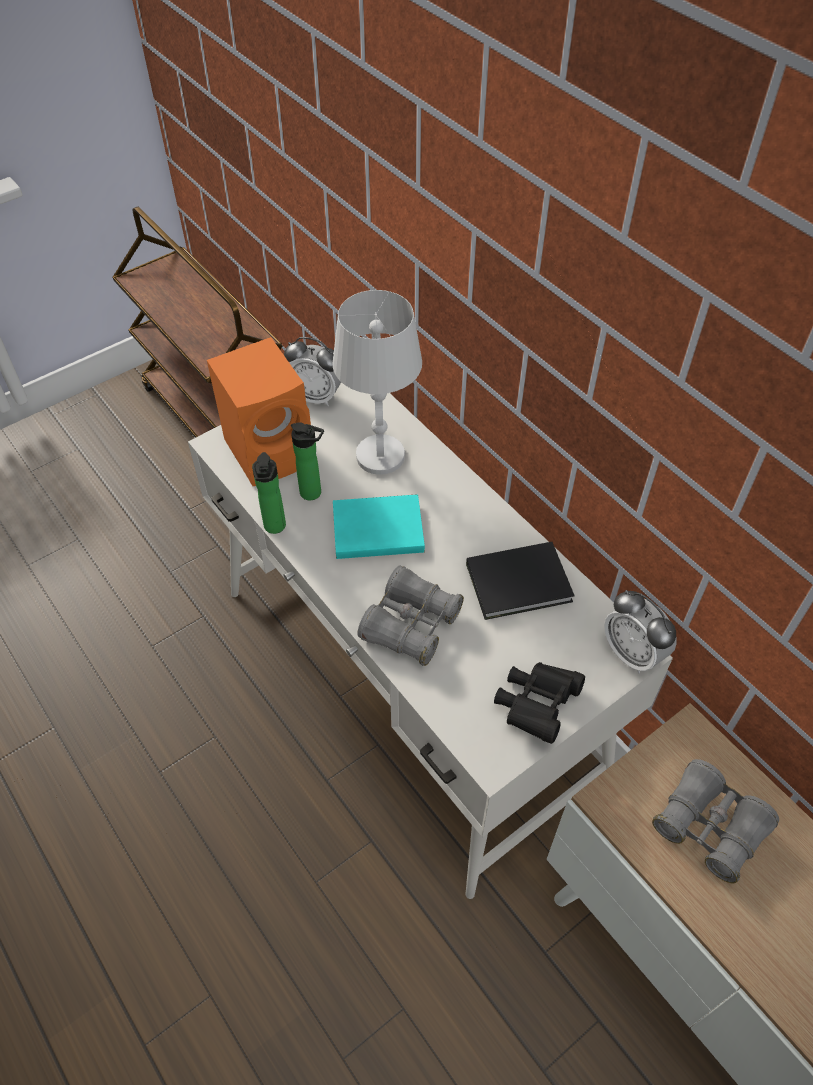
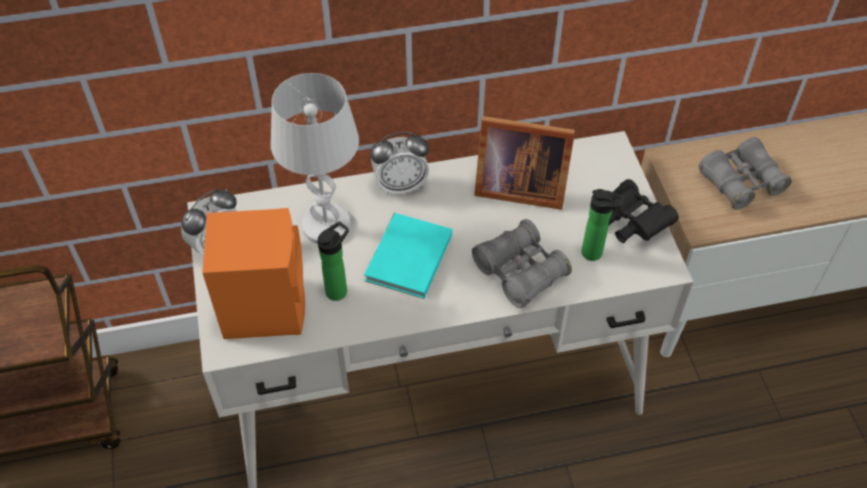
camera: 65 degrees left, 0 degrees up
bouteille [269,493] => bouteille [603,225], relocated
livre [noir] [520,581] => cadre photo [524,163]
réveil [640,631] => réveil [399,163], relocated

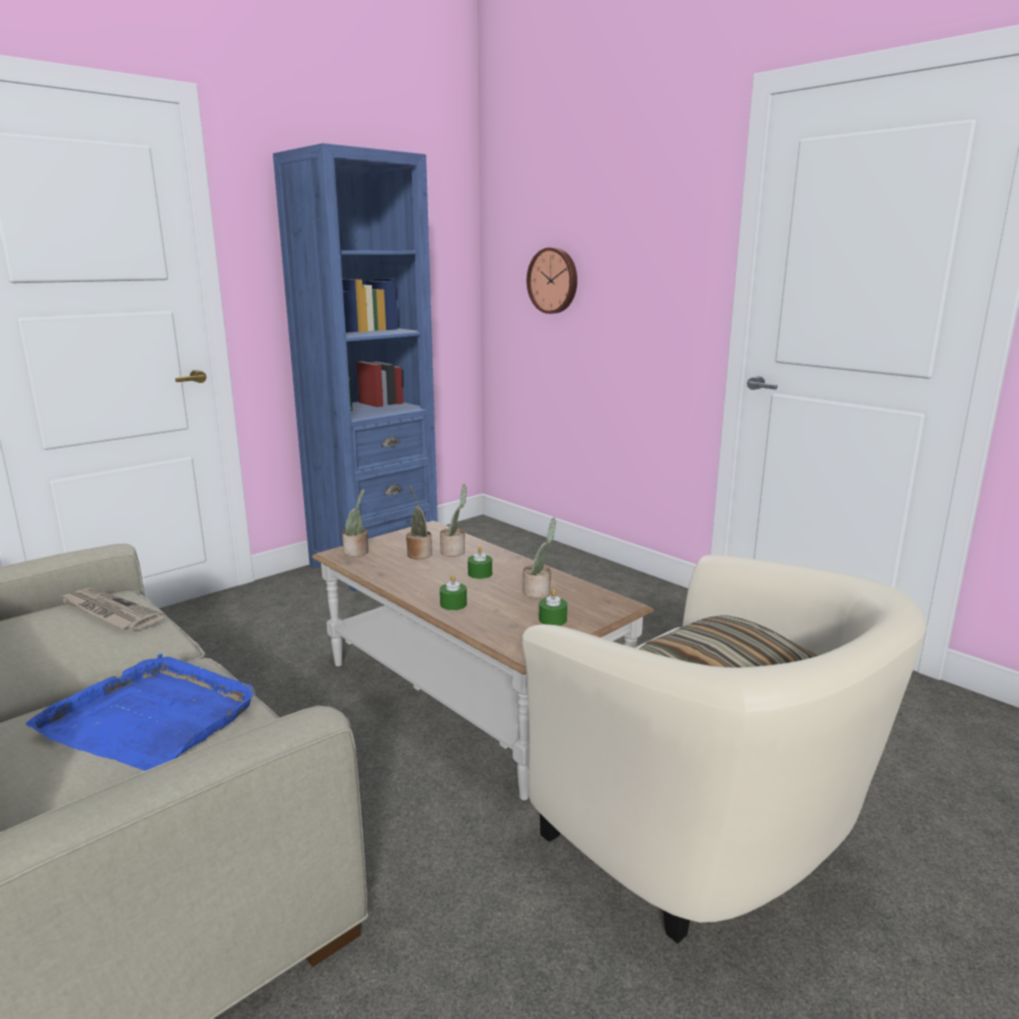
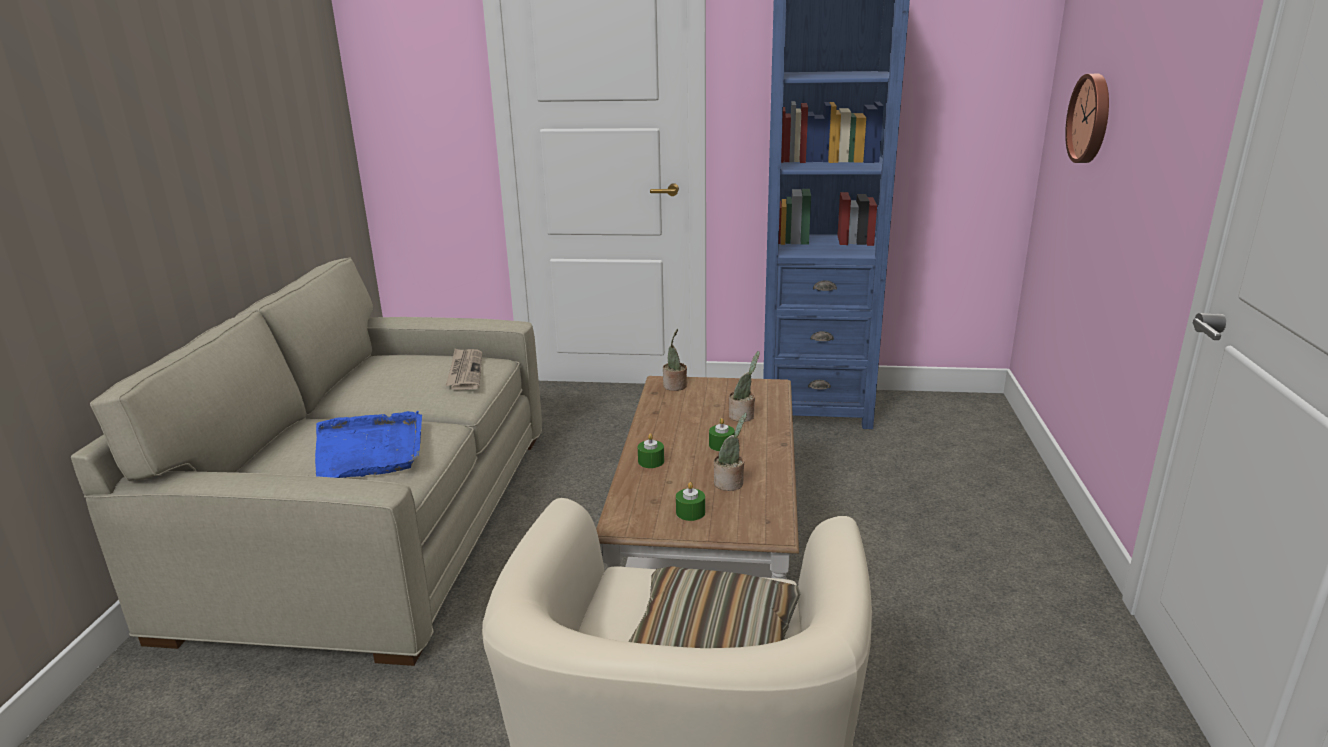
camera: 50 degrees right, 5 degrees up
plante en pot [419,522] => nothing

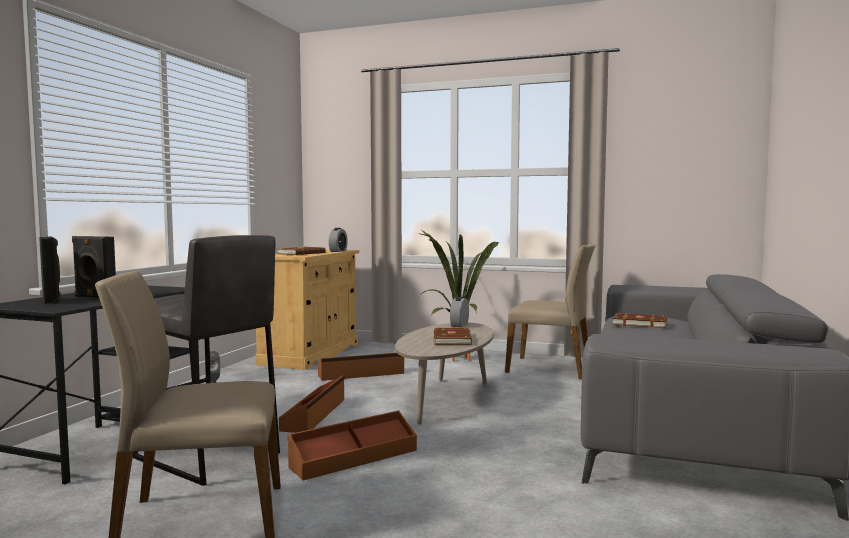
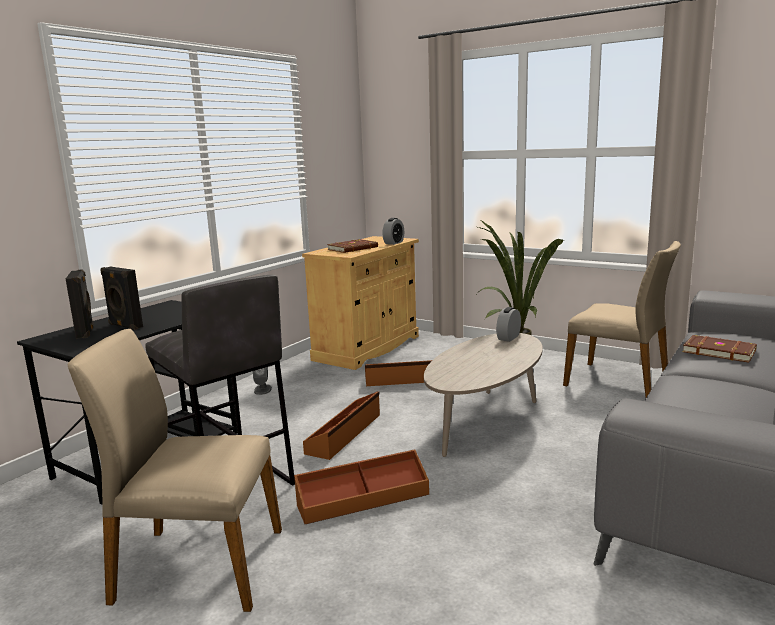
camera: 15 degrees right, 10 degrees up
livre [marron] [453,336] => nothing

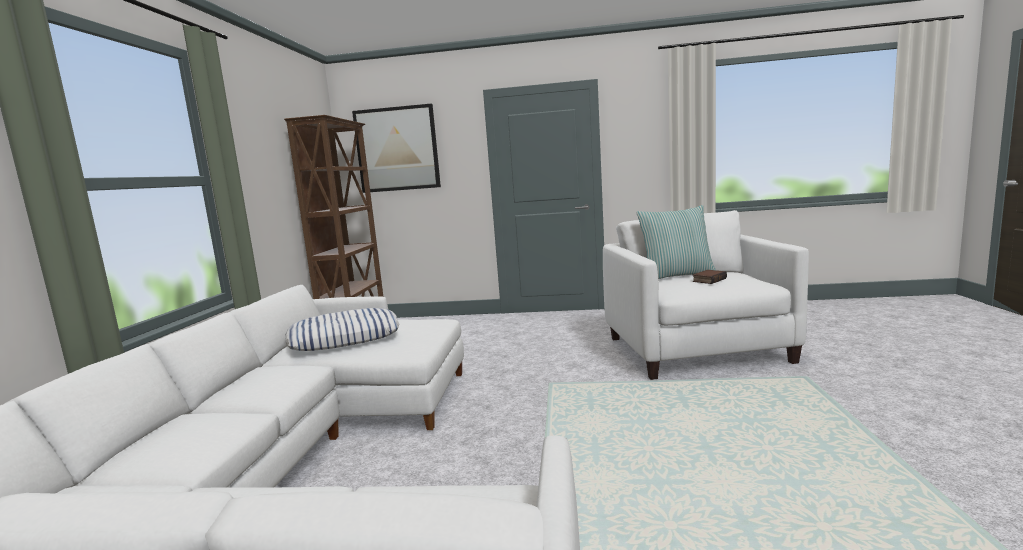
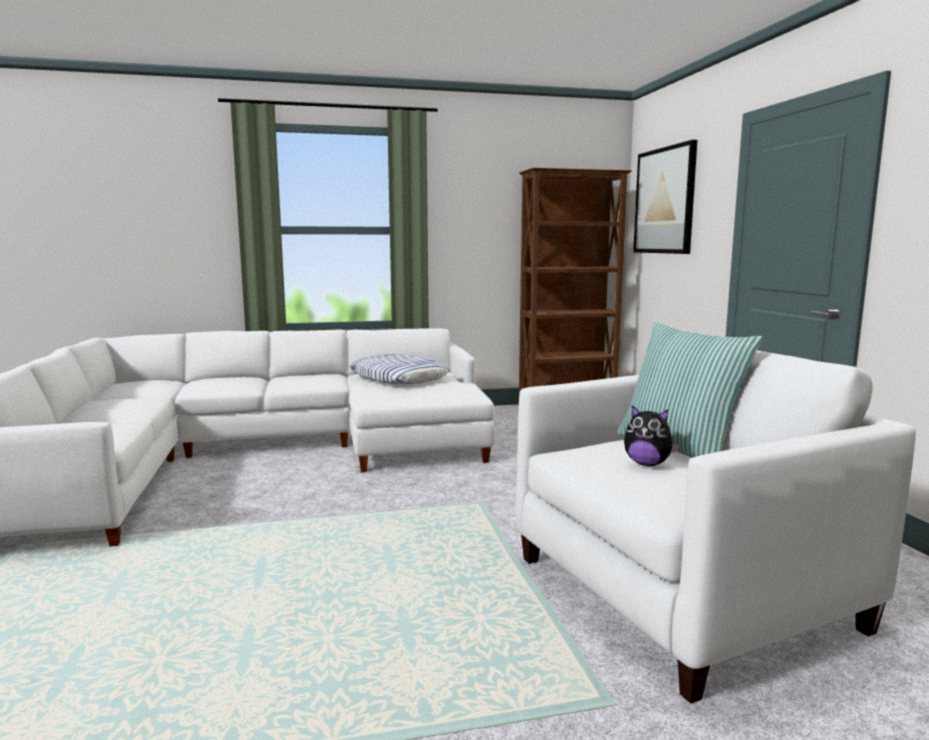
camera: 70 degrees right, 0 degrees up
livre [710,277] => peluche [651,435]

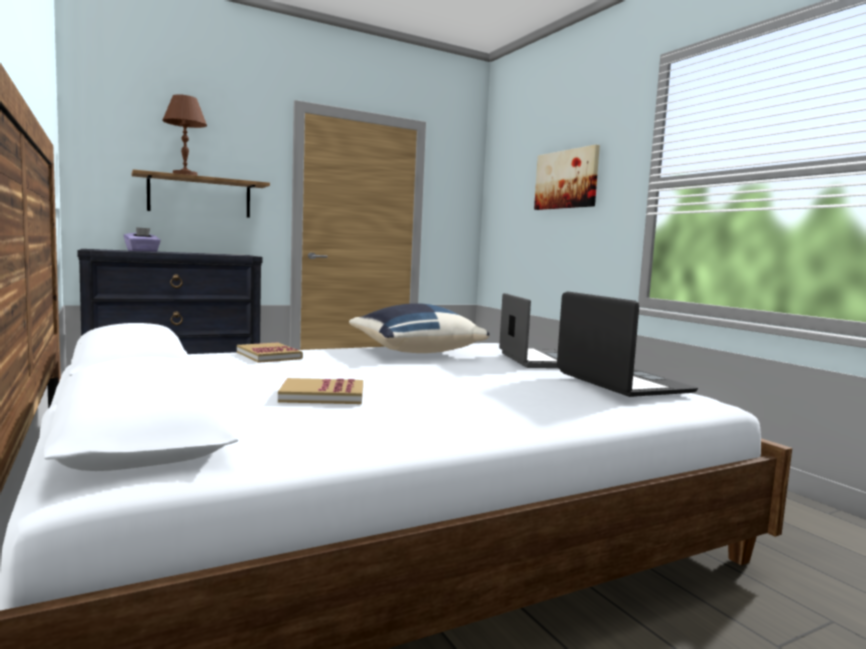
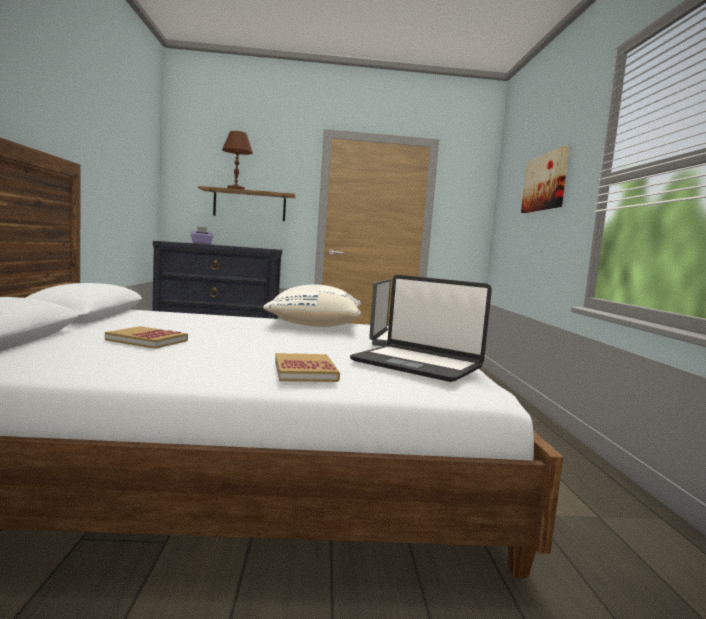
camera: 25 degrees right, 0 degrees up
livre [270,353] => livre [307,367], relocated
coussin [bleu] [419,328] => coussin [blanc] [312,306]
ordinateur portable [627,344] => ordinateur portable [421,328], 120 degrees clockwise

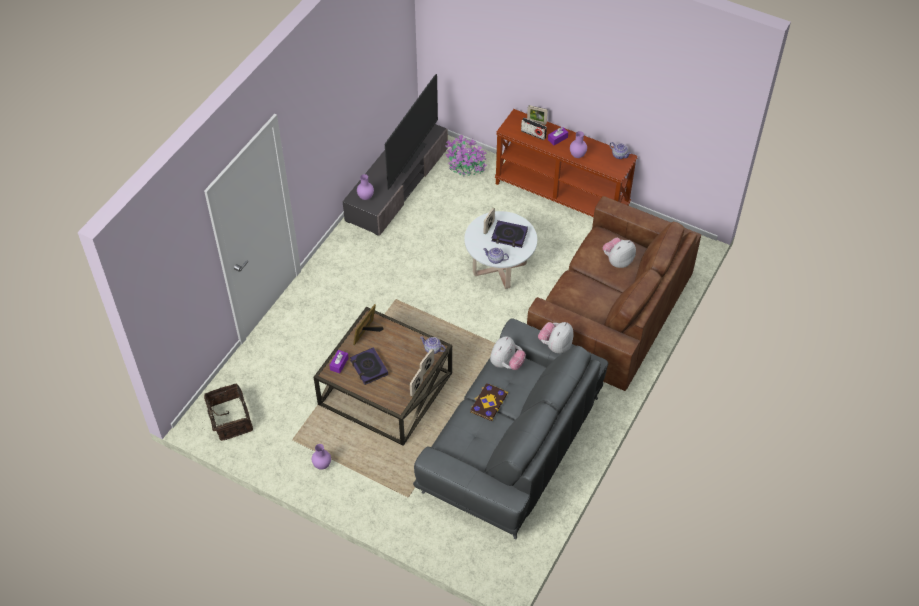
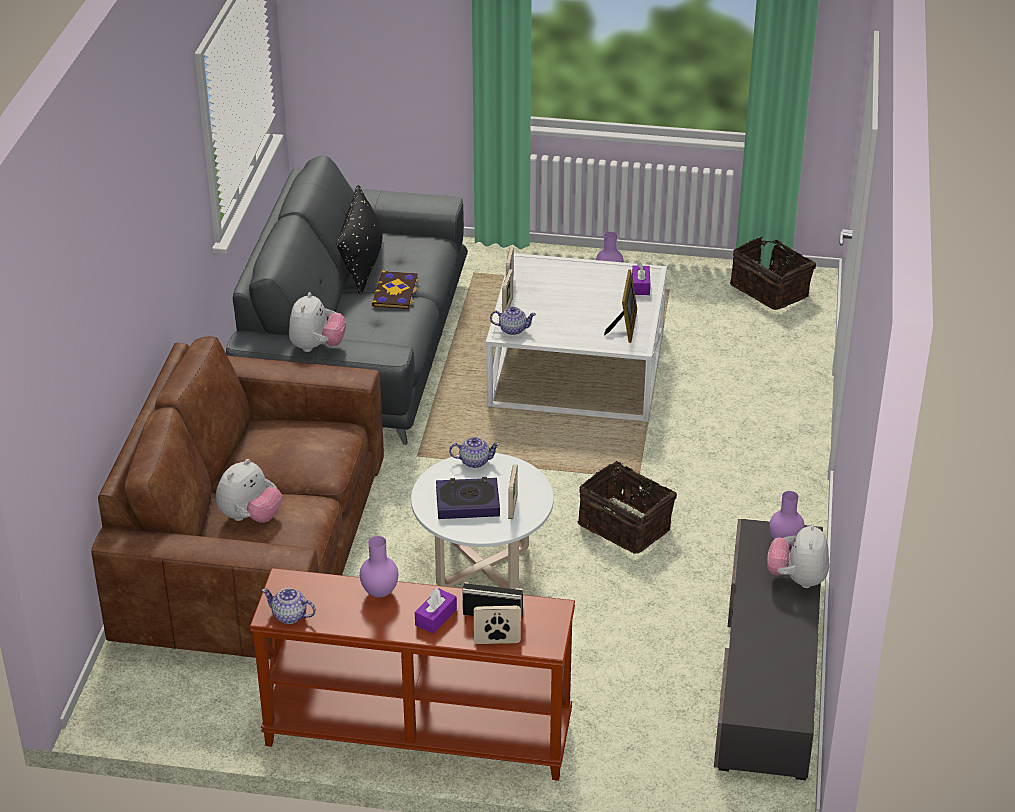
camera: 160 degrees right, 15 degrees down
table basse [marron] [383,376] => table basse [blanc] [576,337]
livre [369,366] => nothing
téléviseur [411,132] => nothing
plante en pot [465,155] => nothing
peluche [508,353] => peluche [798,556], relocated
nothing => coussin [noir] [360,239]
nothing => panier [627,507]

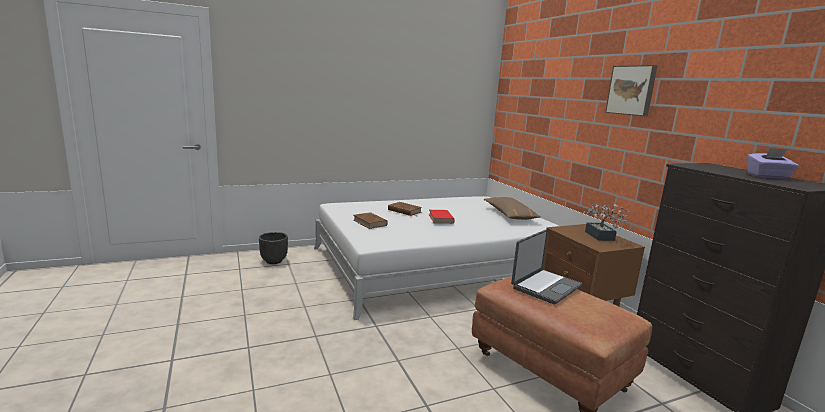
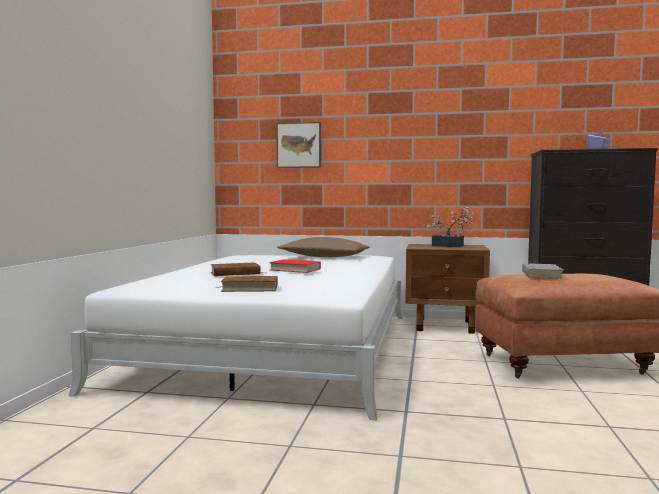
camera: 55 degrees left, 10 degrees down
cache-pot [noir] [273,248] => nothing
ordinateur portable [546,267] => livre [gris] [543,271]
tableau [631,90] => tableau [299,145], relocated

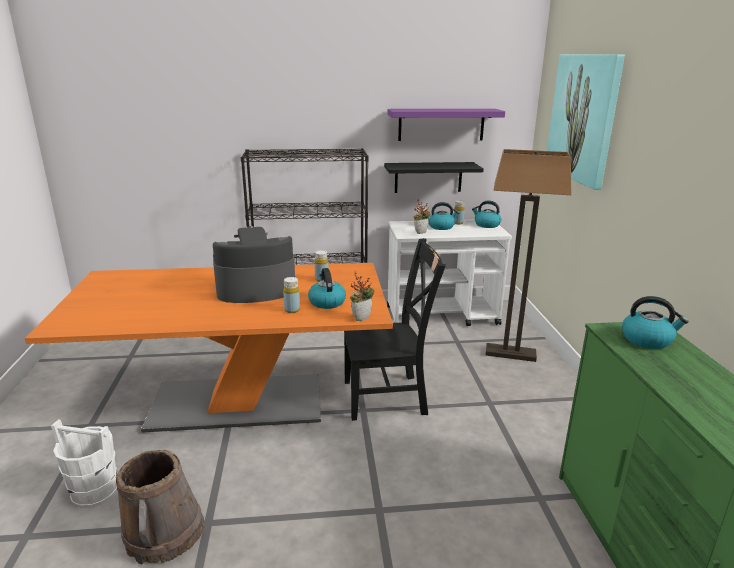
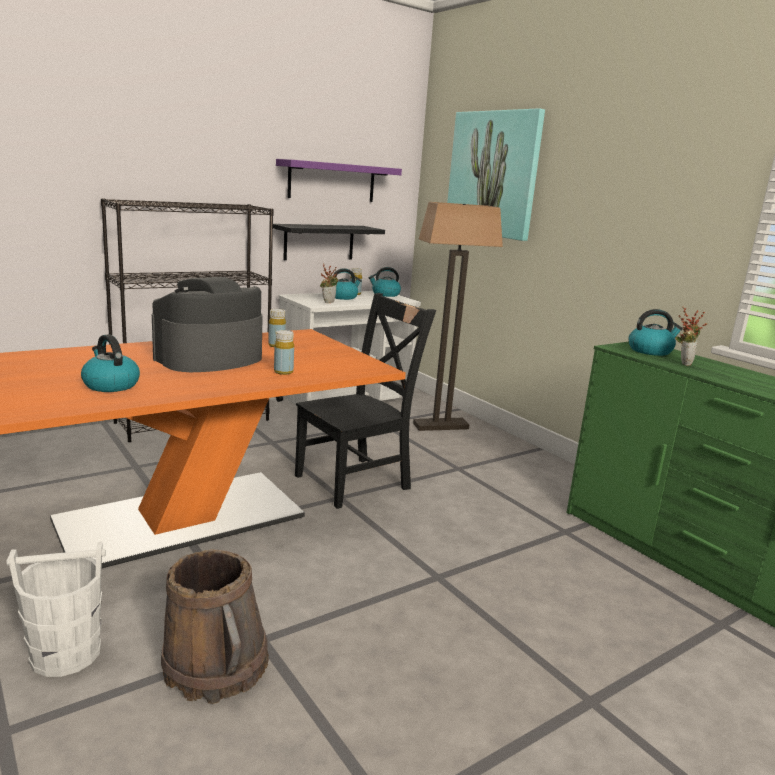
camera: 30 degrees left, 5 degrees down
bouilloire [327,288] => bouilloire [110,363], relocated
plante en pot [362,296] => plante en pot [691,336], relocated

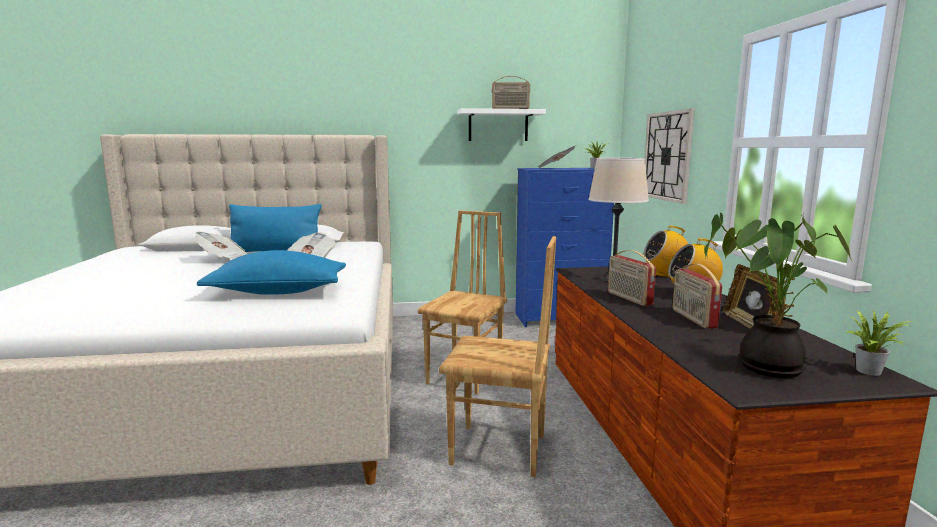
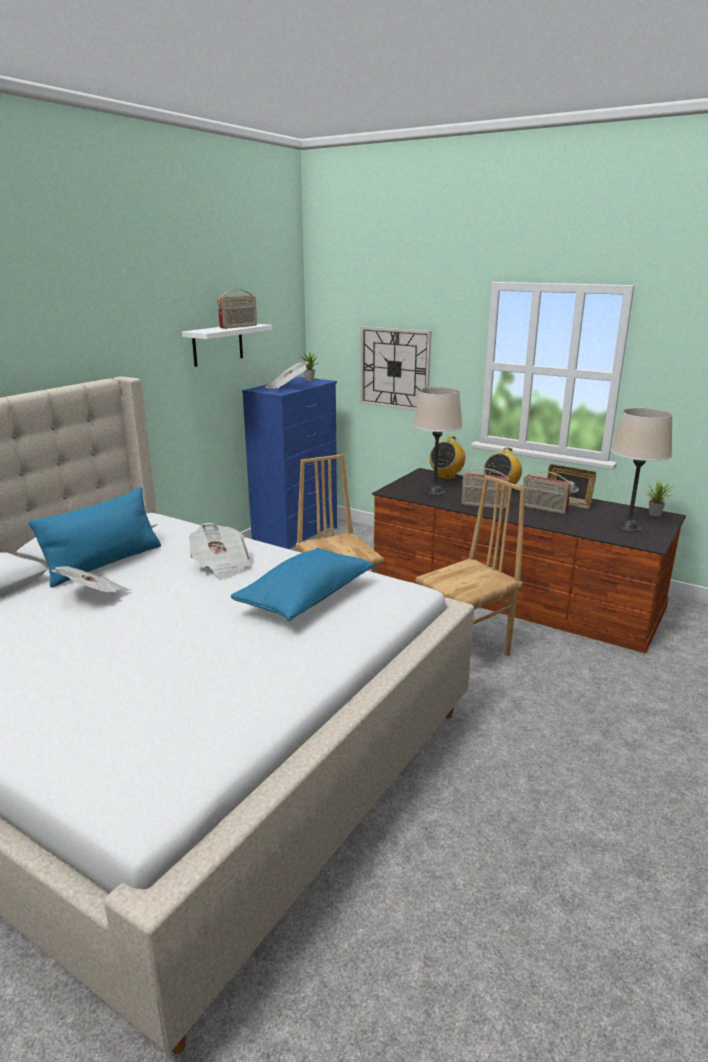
camera: 50 degrees left, 10 degrees up
plante en pot [777,295] => lampe de table [beige] [642,470]

